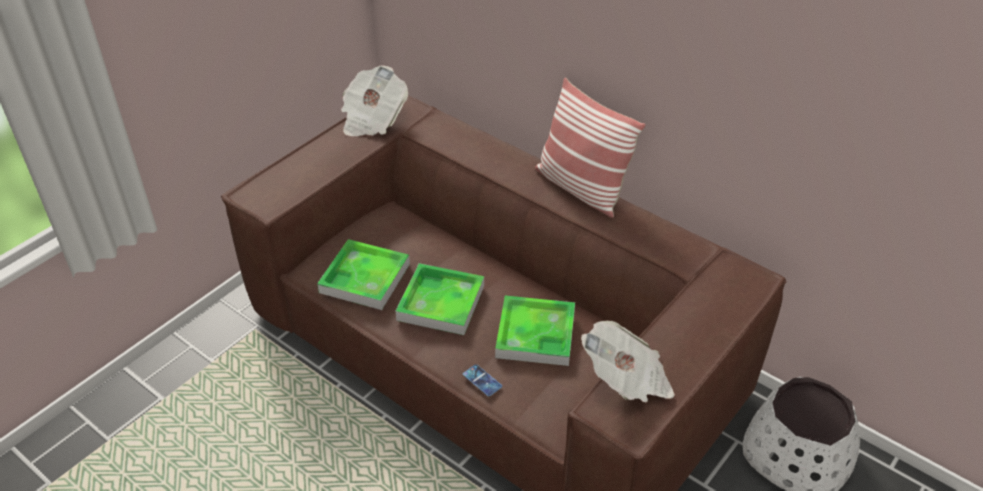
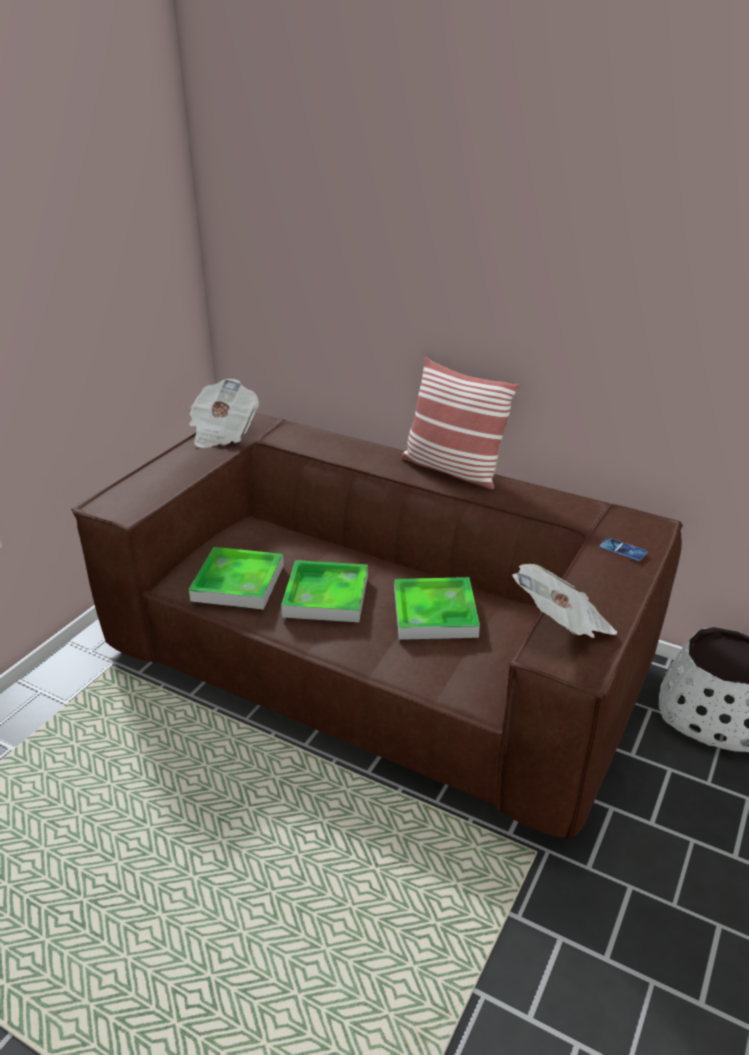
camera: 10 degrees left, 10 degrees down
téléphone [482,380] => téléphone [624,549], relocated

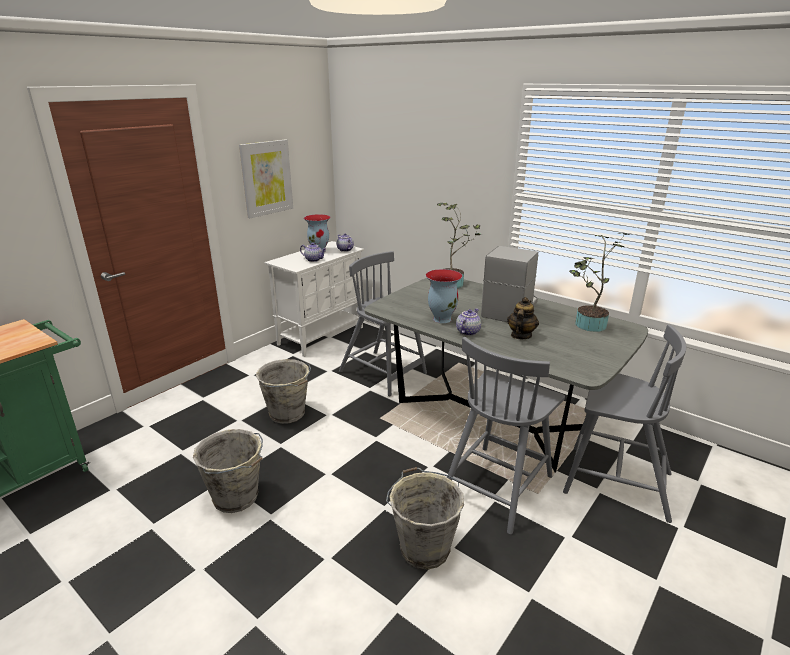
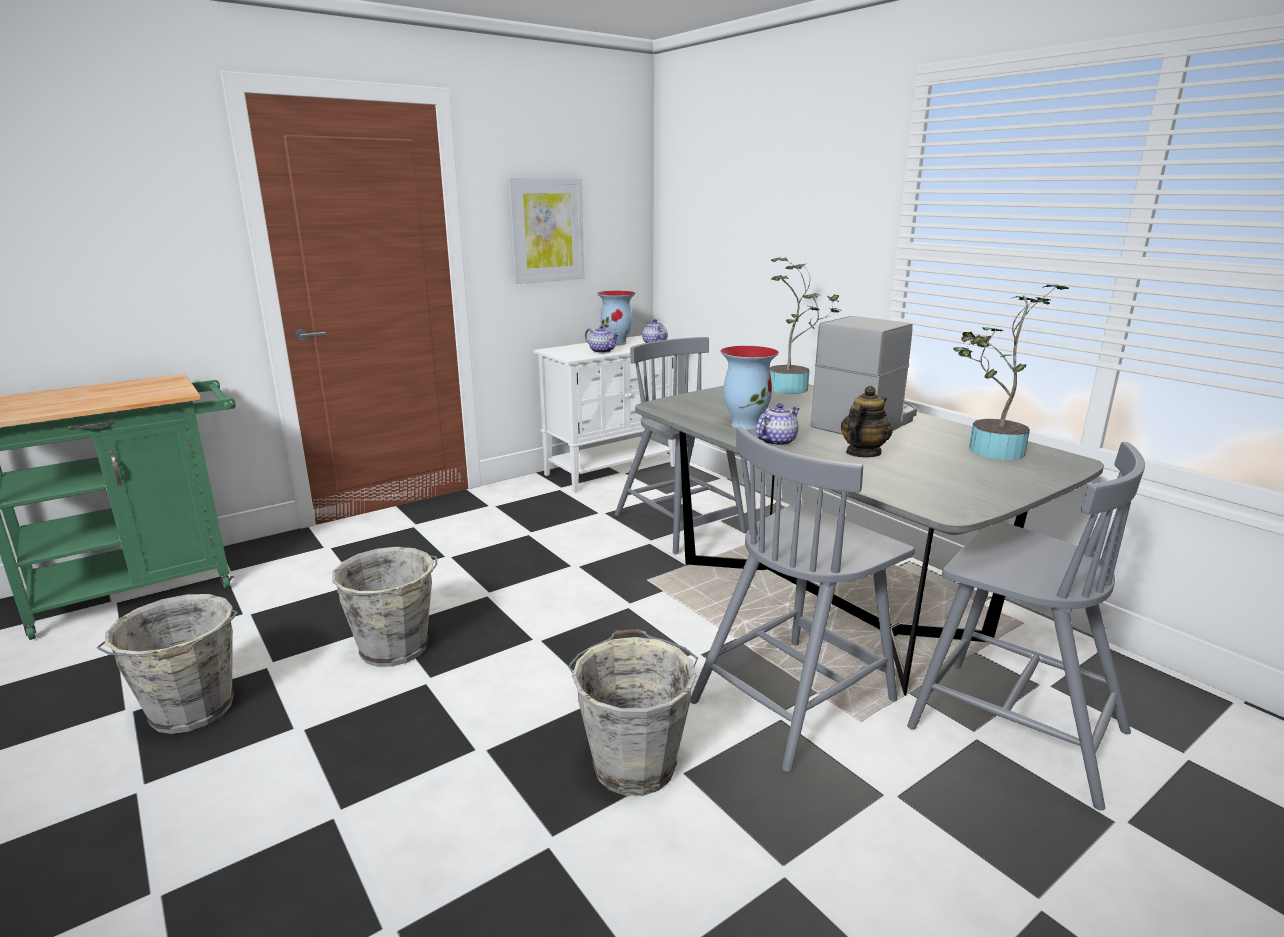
camera: 15 degrees right, 5 degrees down
seau [gris] [283,391] => seau [gris] [167,664], relocated

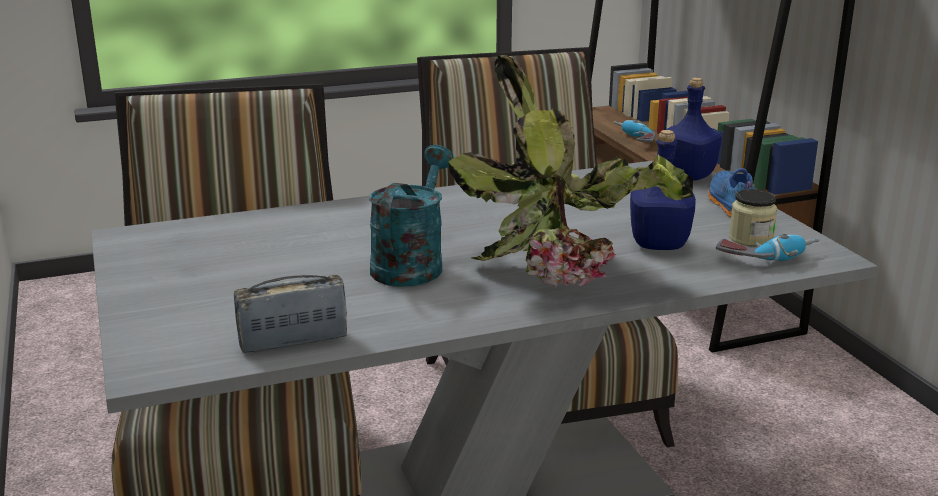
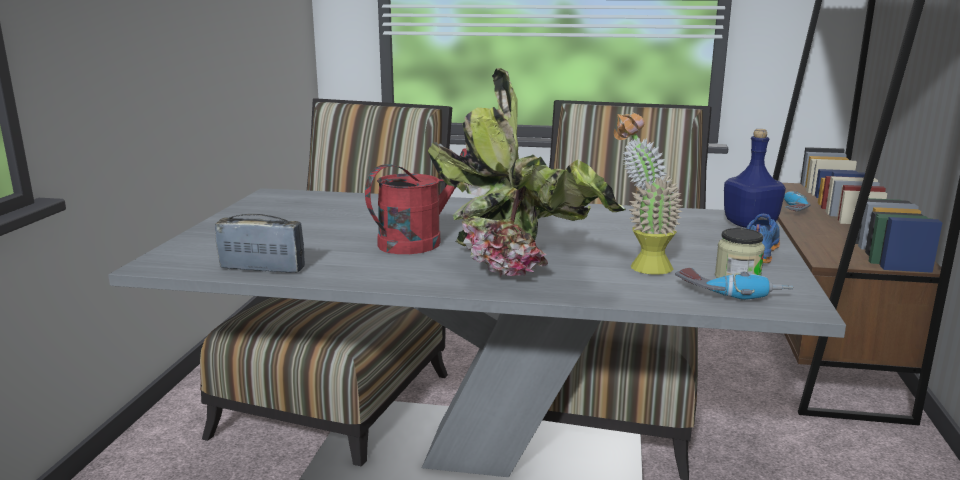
camera: 30 degrees right, 5 degrees down
arrosoir [turquoise] [411,216] => arrosoir [rouge] [416,201]
bouteille [bleu] [663,190] => plante en pot [648,193]

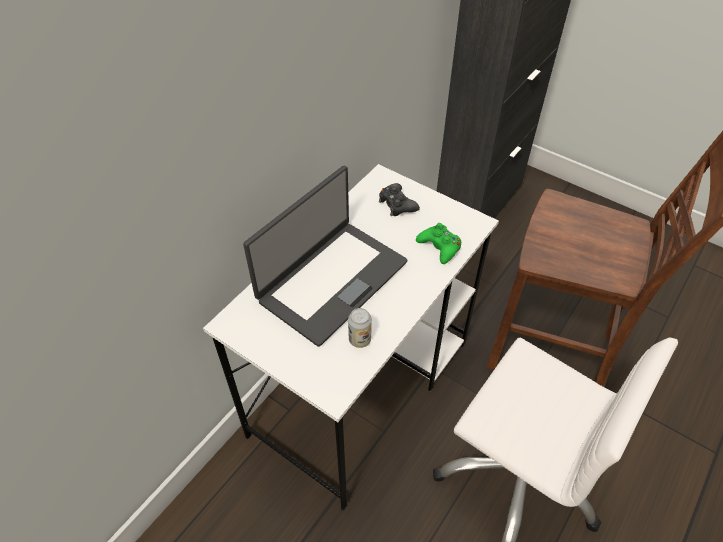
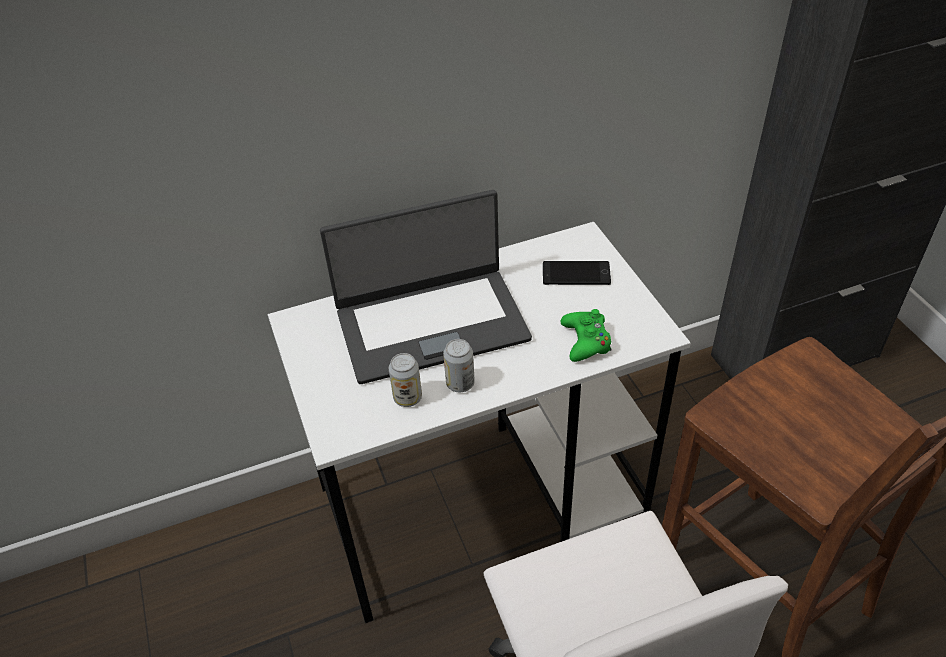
camera: 35 degrees right, 5 degrees down
manette [noir] [399,199] => téléphone [577,273]
nothing => boîte métallique [459,365]

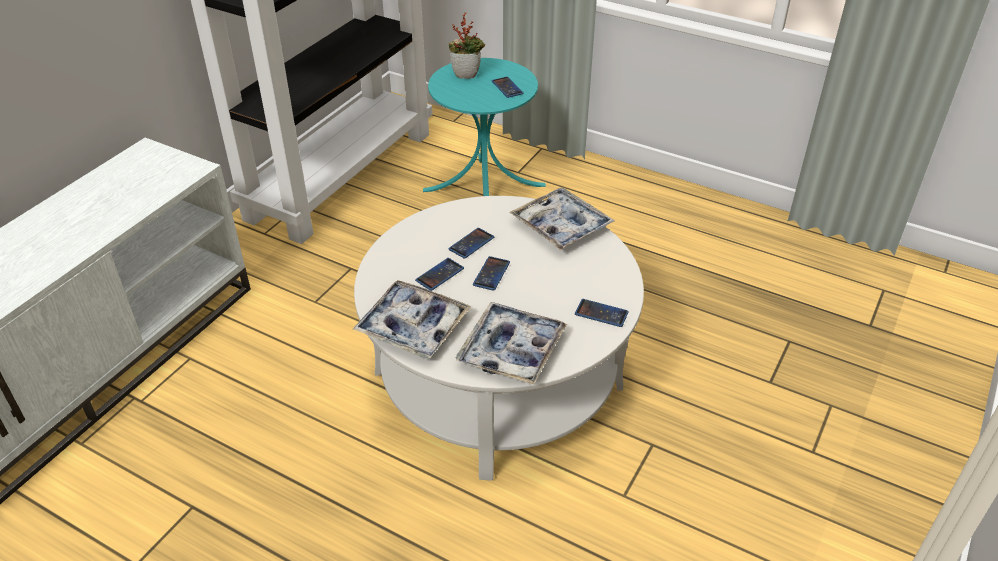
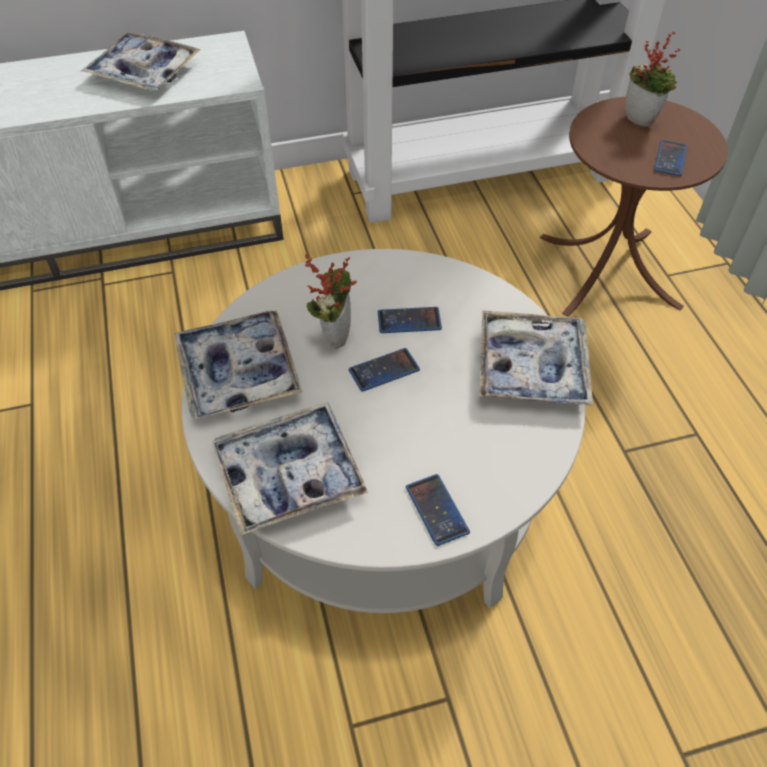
camera: 45 degrees right, 10 degrees up
téléphone [439,274] => plante en pot [331,301]
table d'appoint [turquoise] [484,127] => table d'appoint [marron] [634,207]
nothing => plateau [141,61]

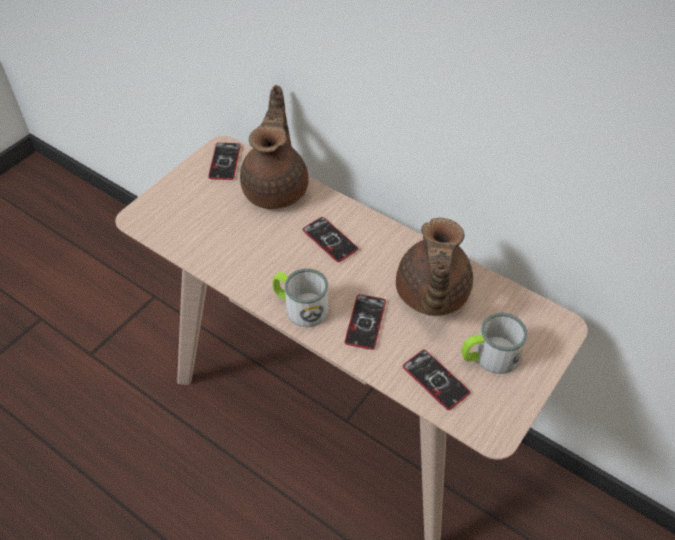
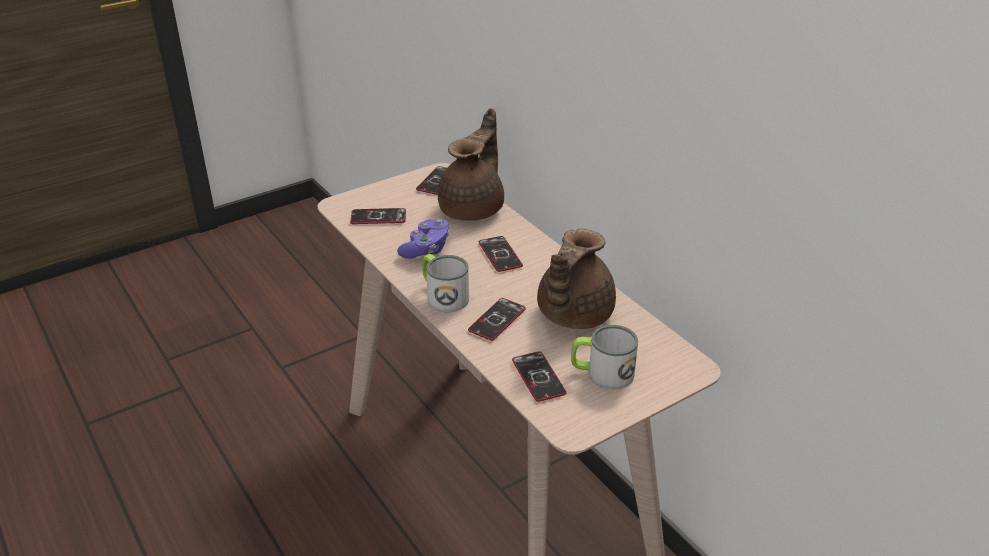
camera: 20 degrees right, 15 degrees down
nothing => téléphone [378,216]
nothing => manette [violet] [423,238]

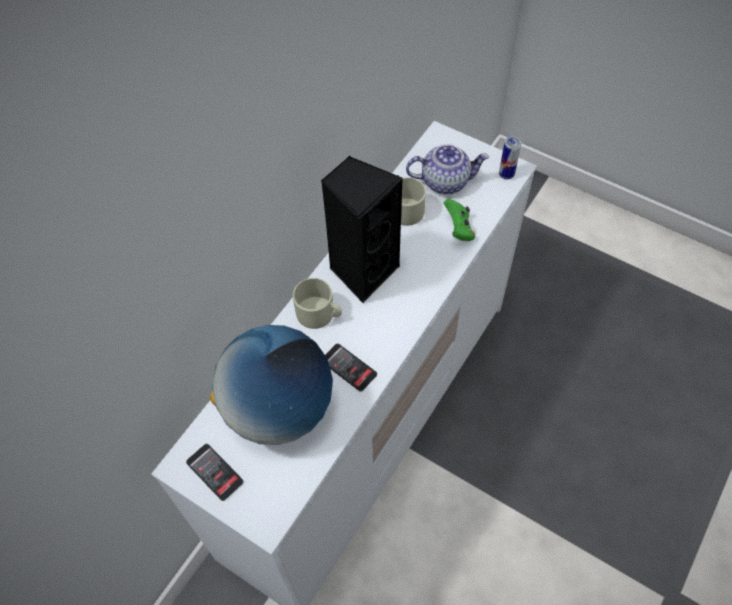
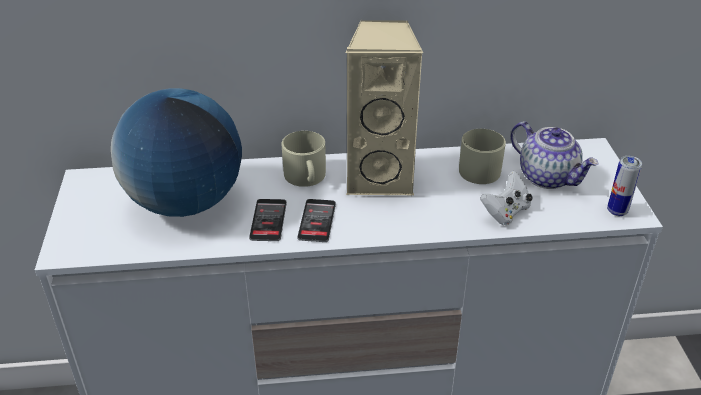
camera: 50 degrees right, 20 degrees down
téléphone [215,472] => téléphone [316,220], relocated
enceinte [noir] [362,229] => enceinte [beige] [384,108]
manette [vert] [459,220] => manette [blanc] [506,198]

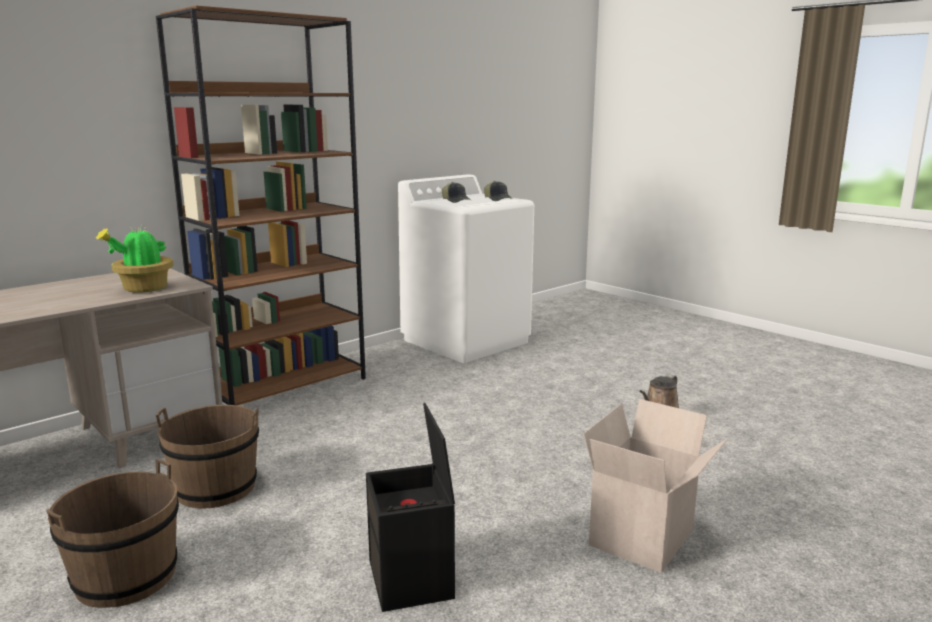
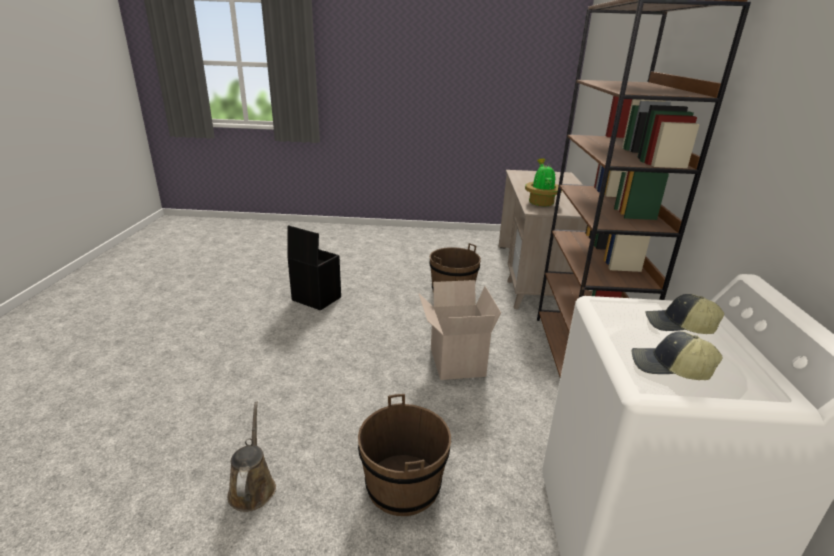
camera: 135 degrees right, 10 degrees up
seau [marron] [112,533] => seau [marron] [404,455], relocated
carton [656,486] => carton [460,330], relocated

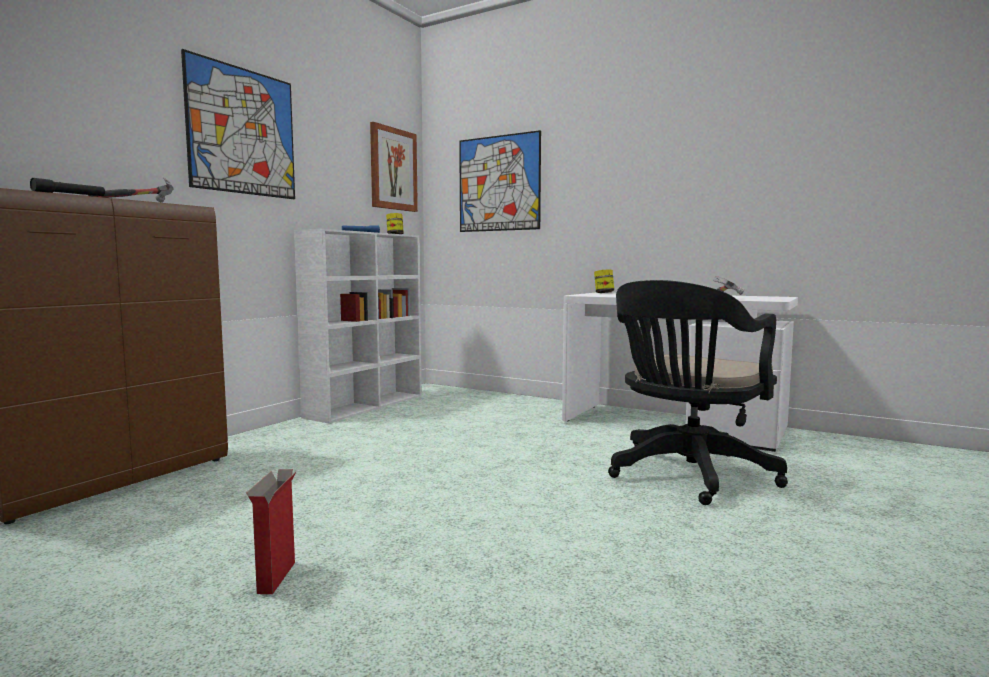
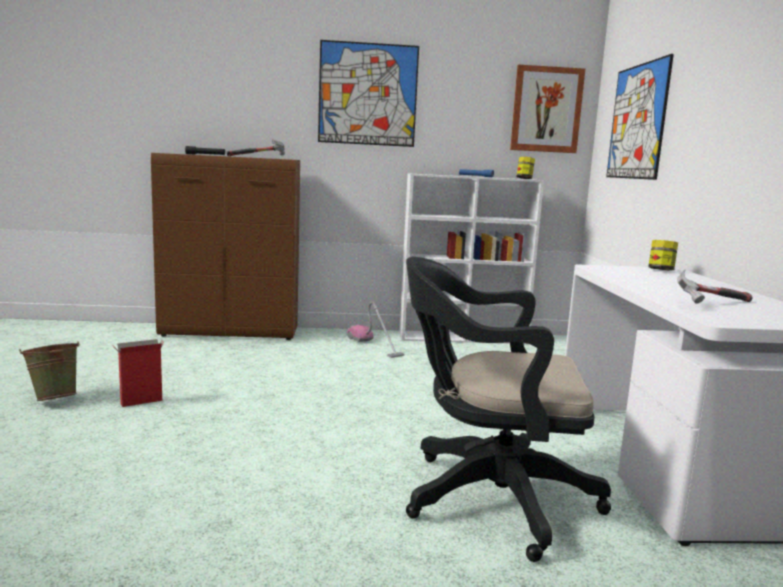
camera: 55 degrees right, 5 degrees up
nothing => seau [vert] [49,371]
nothing => aspirateur [375,329]

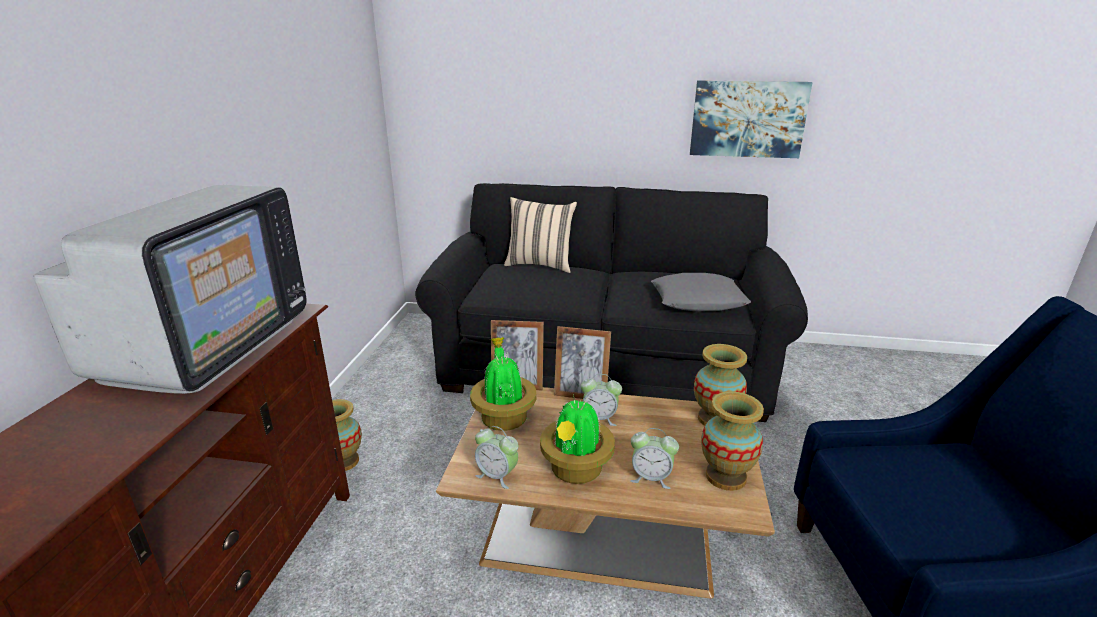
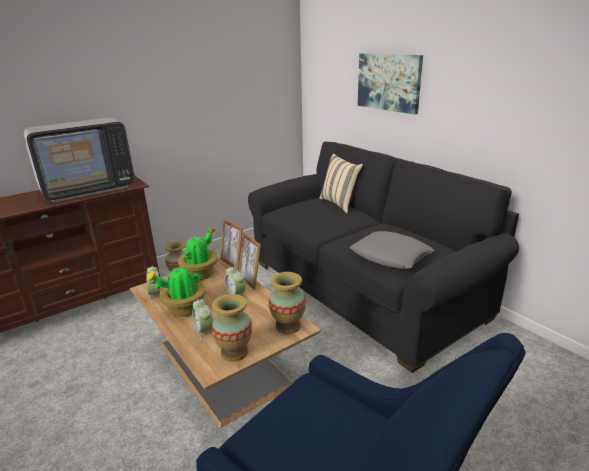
camera: 45 degrees right, 0 degrees up
tableau [751,119] => tableau [390,84], relocated

